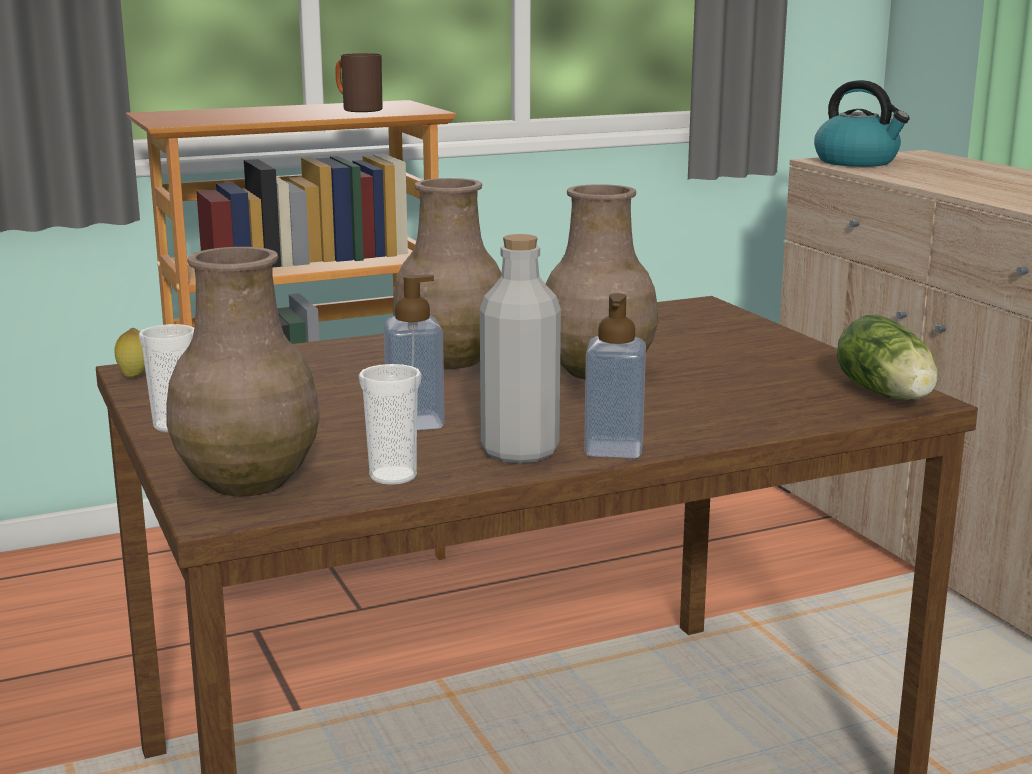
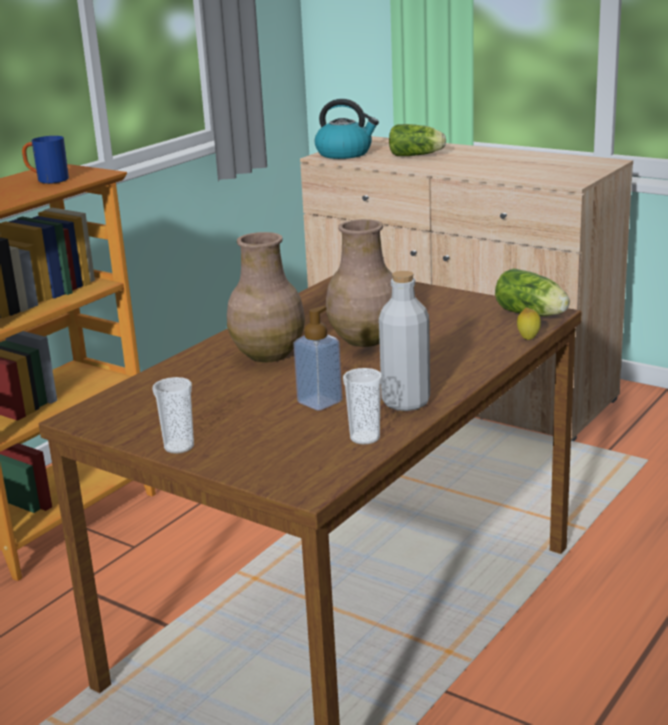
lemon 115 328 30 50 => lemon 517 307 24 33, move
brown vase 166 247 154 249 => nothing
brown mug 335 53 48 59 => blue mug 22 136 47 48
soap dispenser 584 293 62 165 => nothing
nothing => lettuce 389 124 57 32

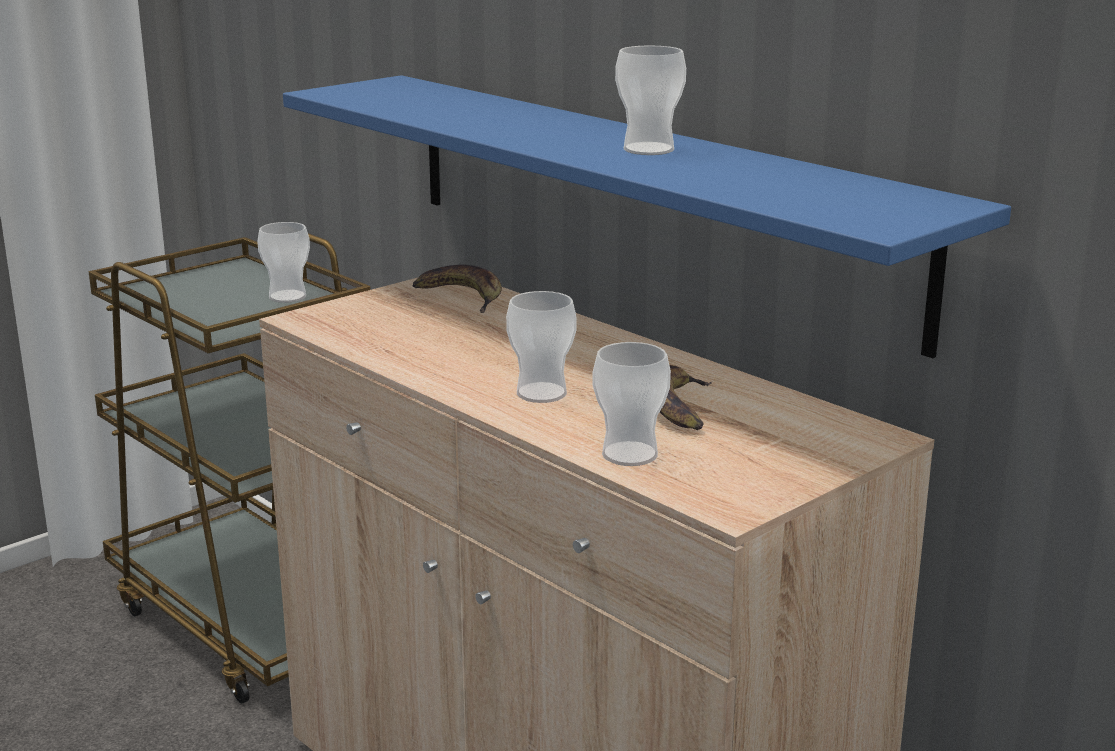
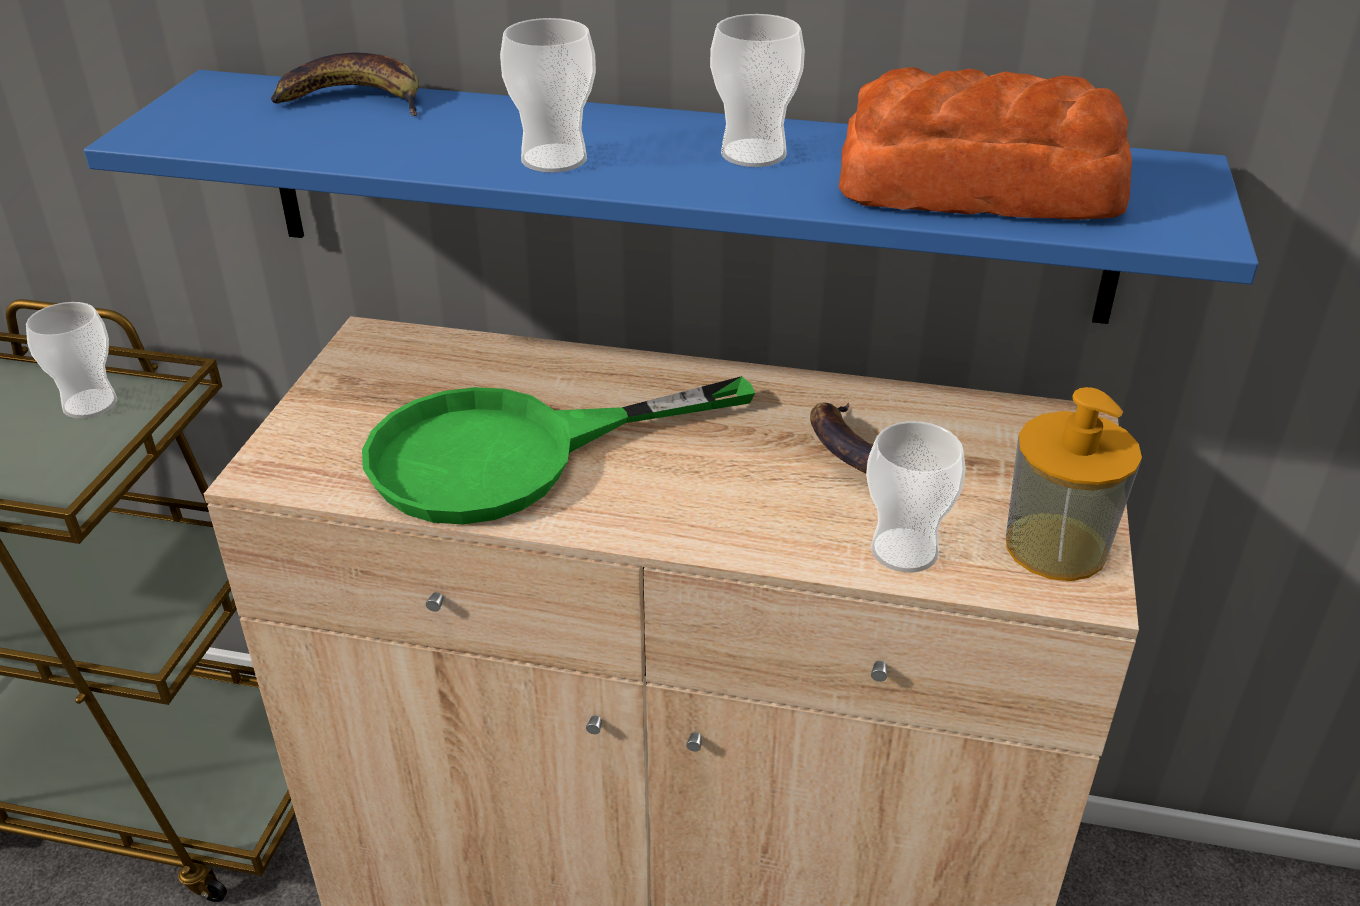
banana 412 265 90 48 => banana 271 52 148 64, move
cup 506 291 71 112 => cup 500 18 96 155, move
nothing => green frying pan 362 376 393 148
nothing => bread 839 67 293 153
nothing => soap dispenser 1006 387 136 194

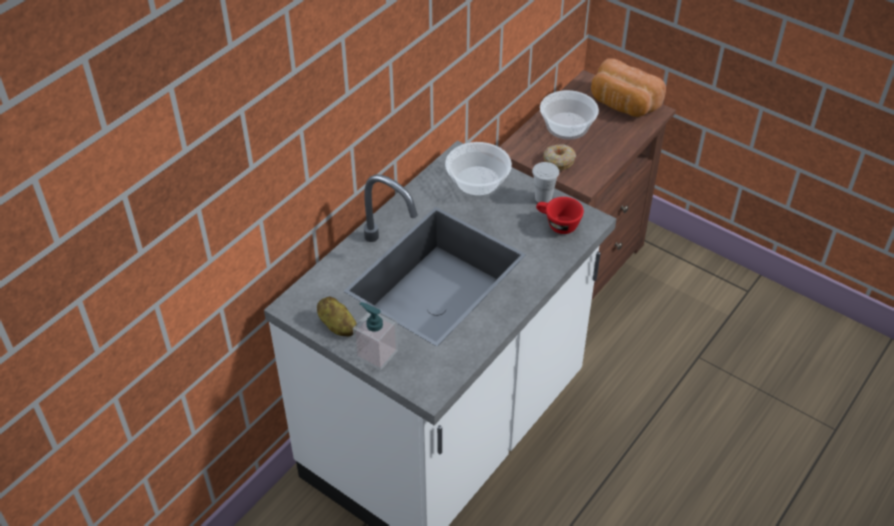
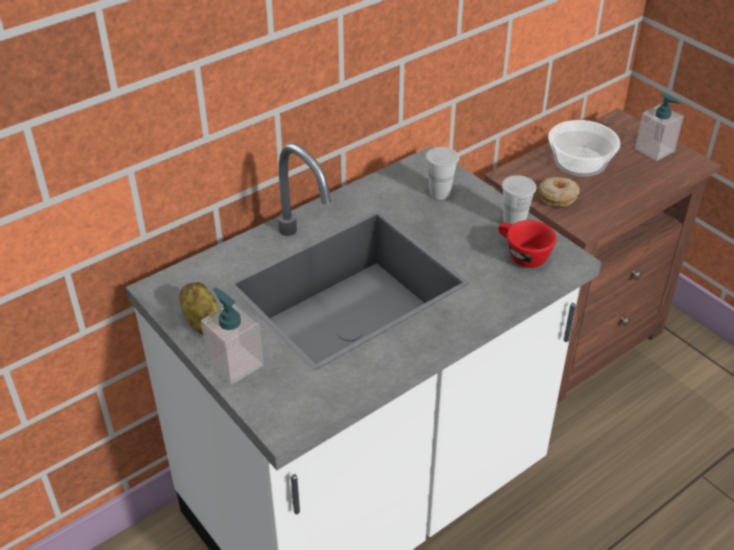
bowl 445 142 67 57 => white cup 426 147 33 53
bread 591 58 75 59 => soap dispenser 635 93 49 68

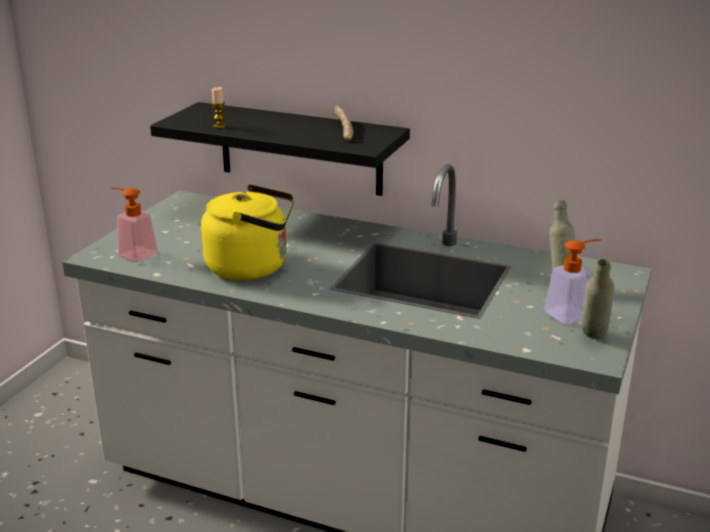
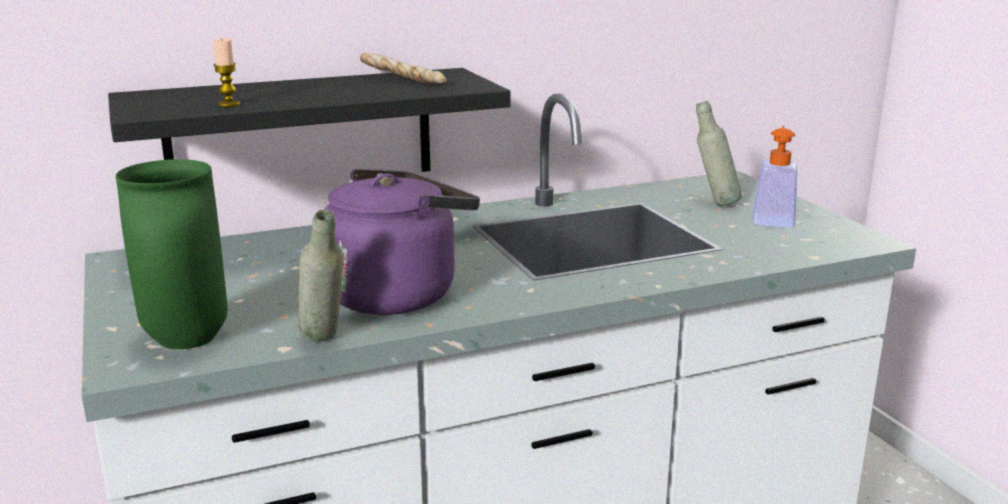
soap dispenser 110 187 48 76 => green vase 116 159 112 190
yellow kettle 201 184 93 96 => purple kettle 324 169 156 146
grey bottle 582 259 33 79 => grey bottle 298 210 46 132, move

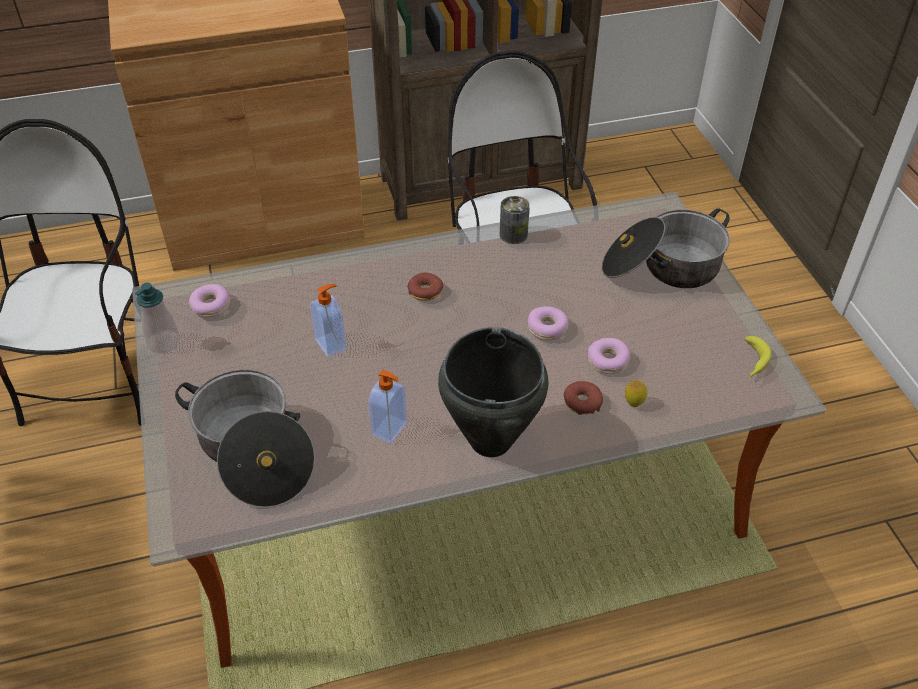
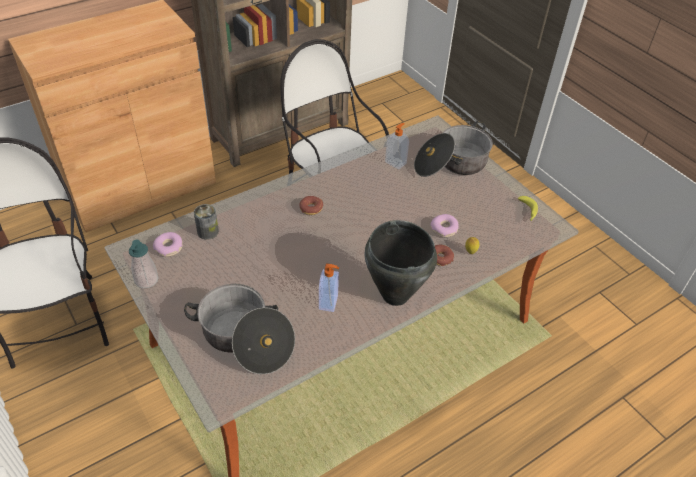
soap dispenser 310 284 37 73 => soap dispenser 385 123 24 47, move
can 500 196 30 48 => can 194 204 25 36, move
donut 528 306 41 34 => nothing

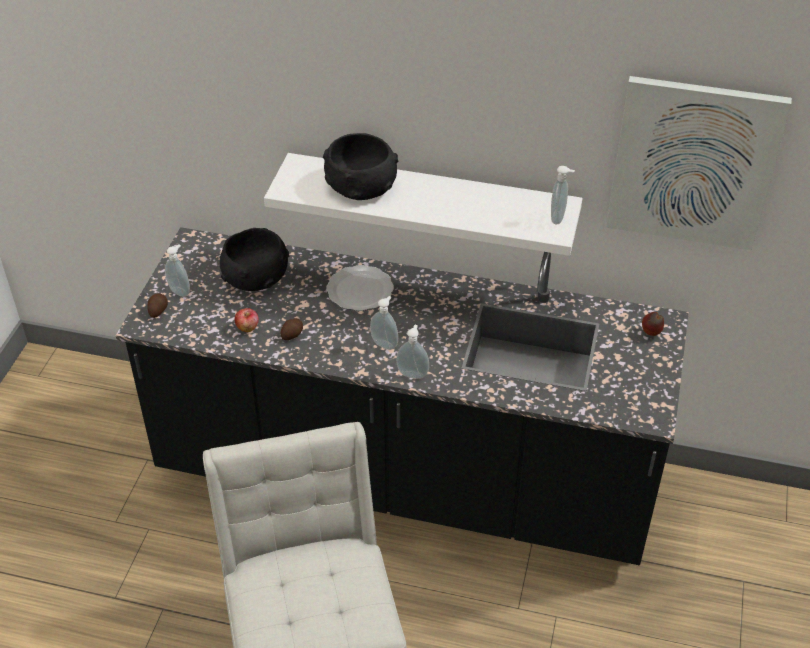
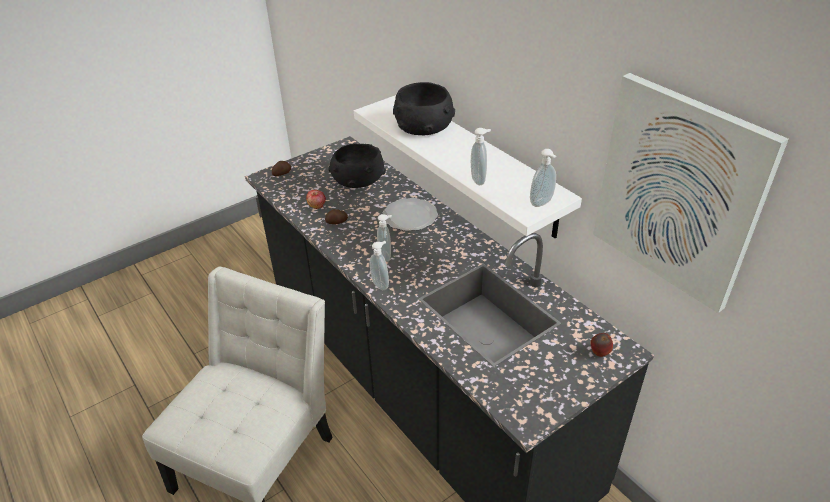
soap dispenser 165 244 25 53 => soap dispenser 471 128 20 57, move

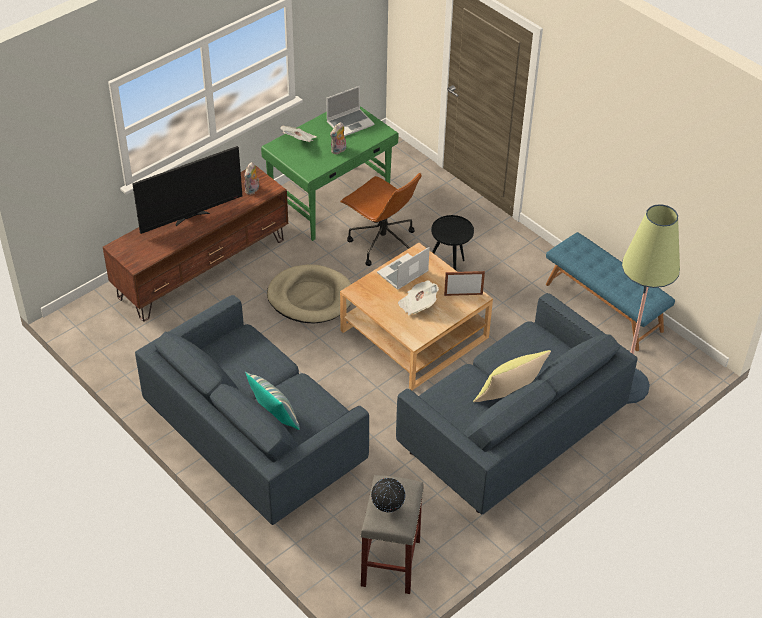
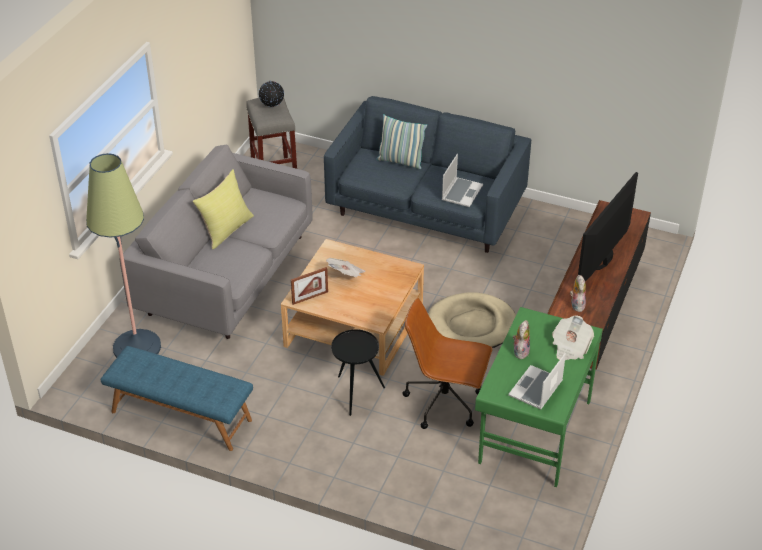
laptop 377 247 53 43 => laptop 442 154 41 53, move
blue sofa 396 293 242 222 => grey sofa 119 145 194 194

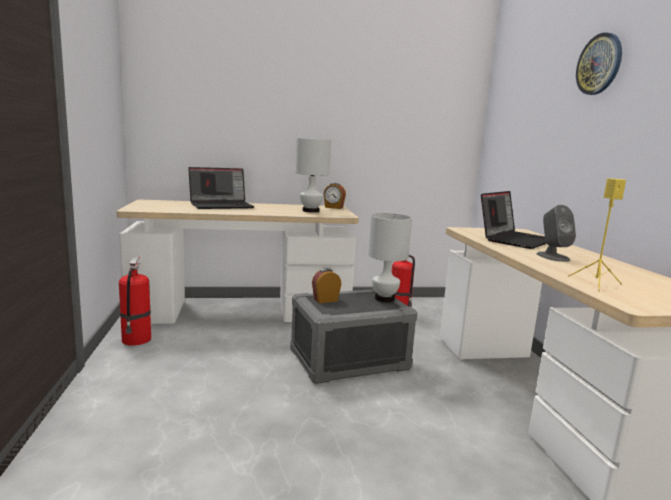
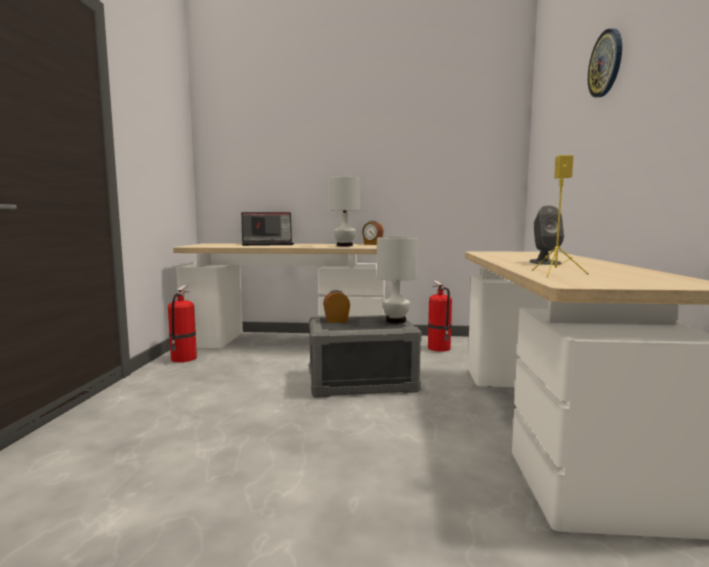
laptop 481 191 66 58 => nothing

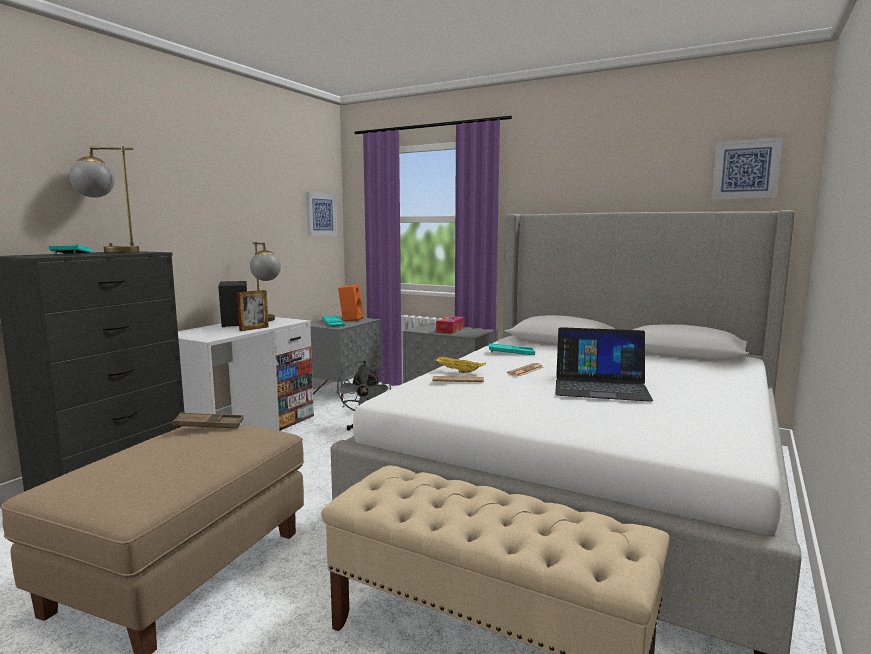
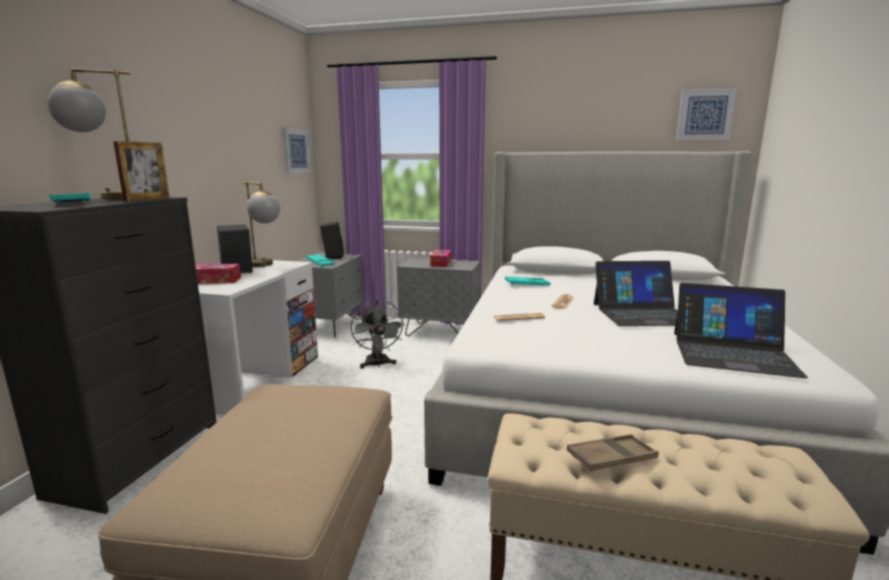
brown tray 172 412 72 16 => brown tray 567 434 92 37, move
picture frame 237 290 32 41 => picture frame 113 141 57 60, move
orange speaker 338 284 26 37 => black speaker 320 222 24 37
yellow tray 433 356 53 17 => nothing
nothing => tissue box 195 264 46 20
nothing => laptop 674 283 134 95

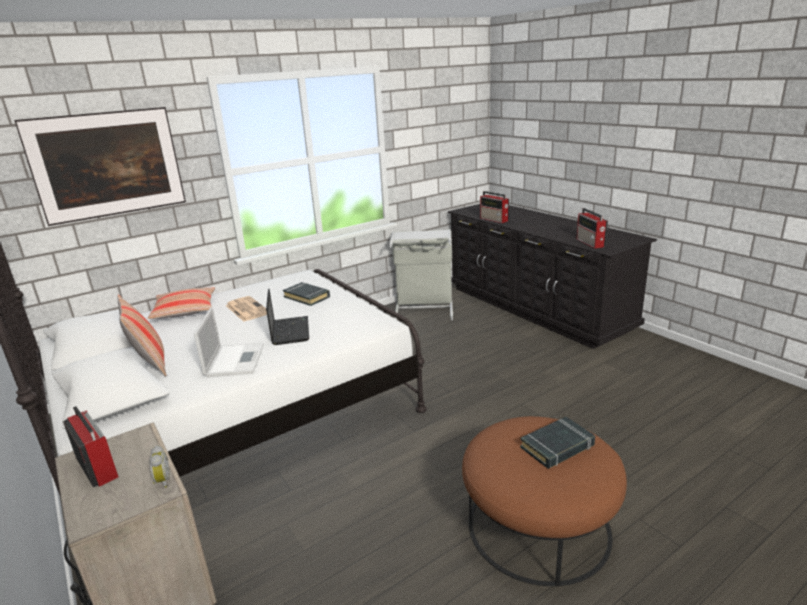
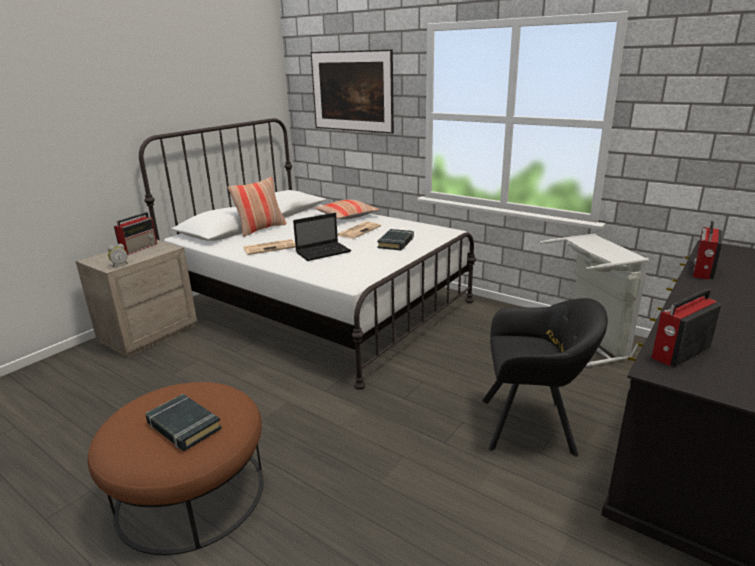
laptop 194 307 70 70 => newspaper 244 239 52 16
nothing => black armchair 482 298 126 158

